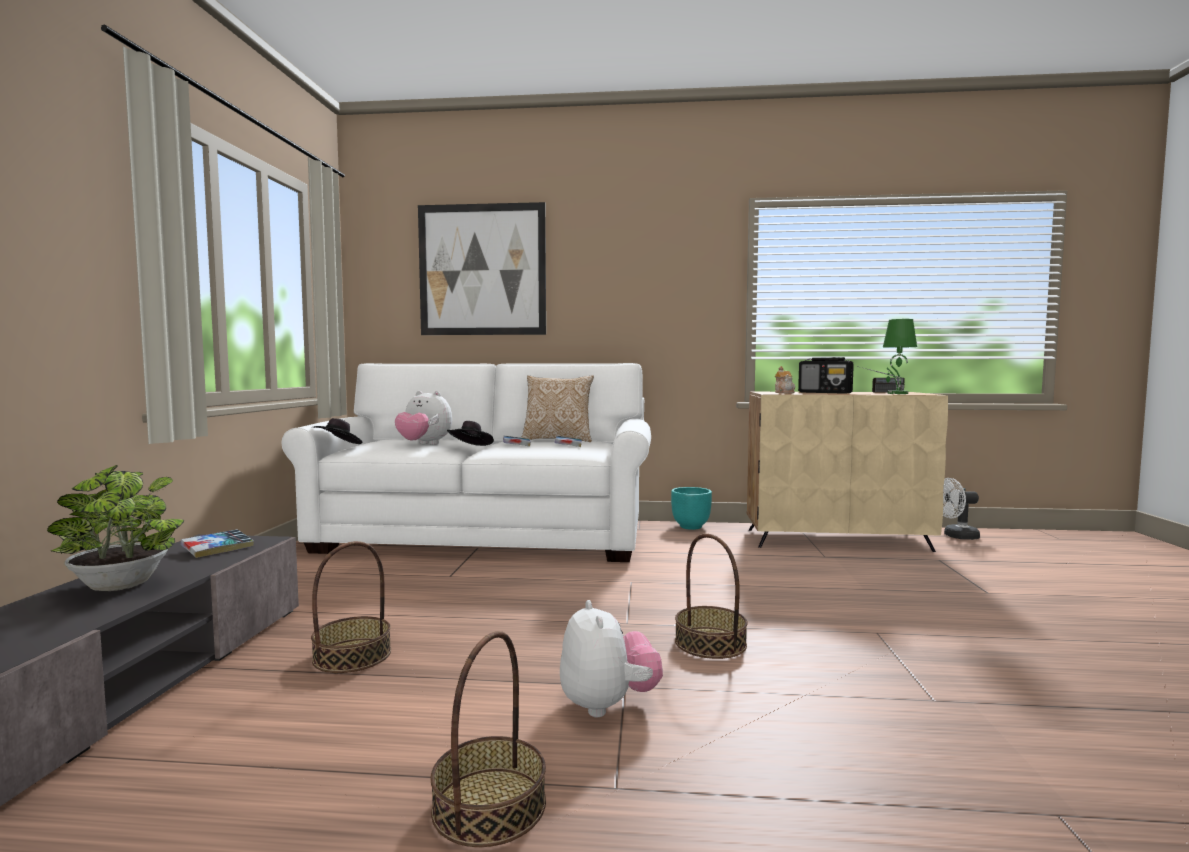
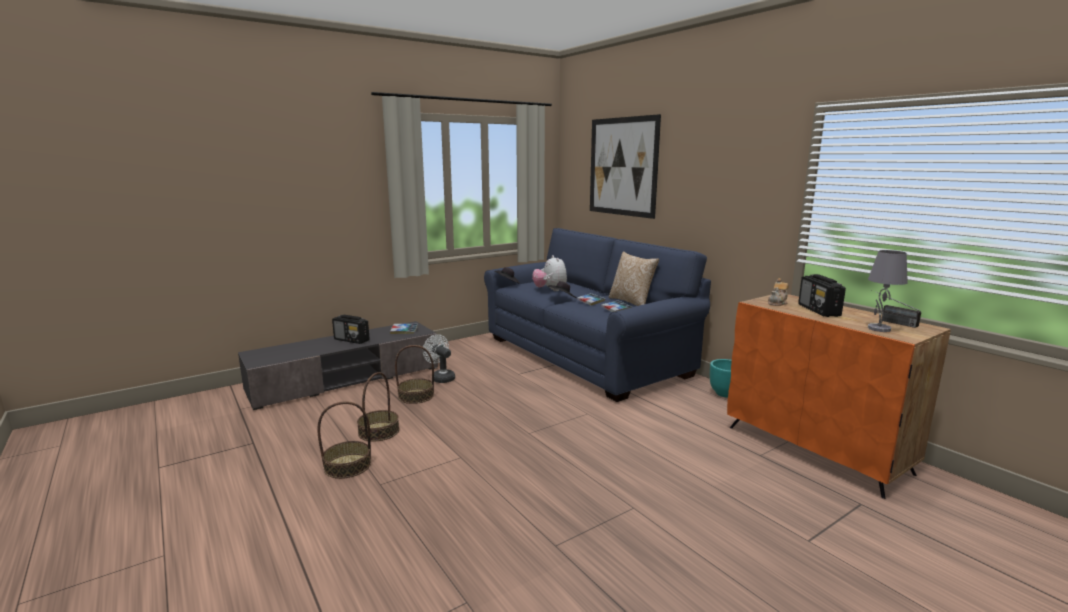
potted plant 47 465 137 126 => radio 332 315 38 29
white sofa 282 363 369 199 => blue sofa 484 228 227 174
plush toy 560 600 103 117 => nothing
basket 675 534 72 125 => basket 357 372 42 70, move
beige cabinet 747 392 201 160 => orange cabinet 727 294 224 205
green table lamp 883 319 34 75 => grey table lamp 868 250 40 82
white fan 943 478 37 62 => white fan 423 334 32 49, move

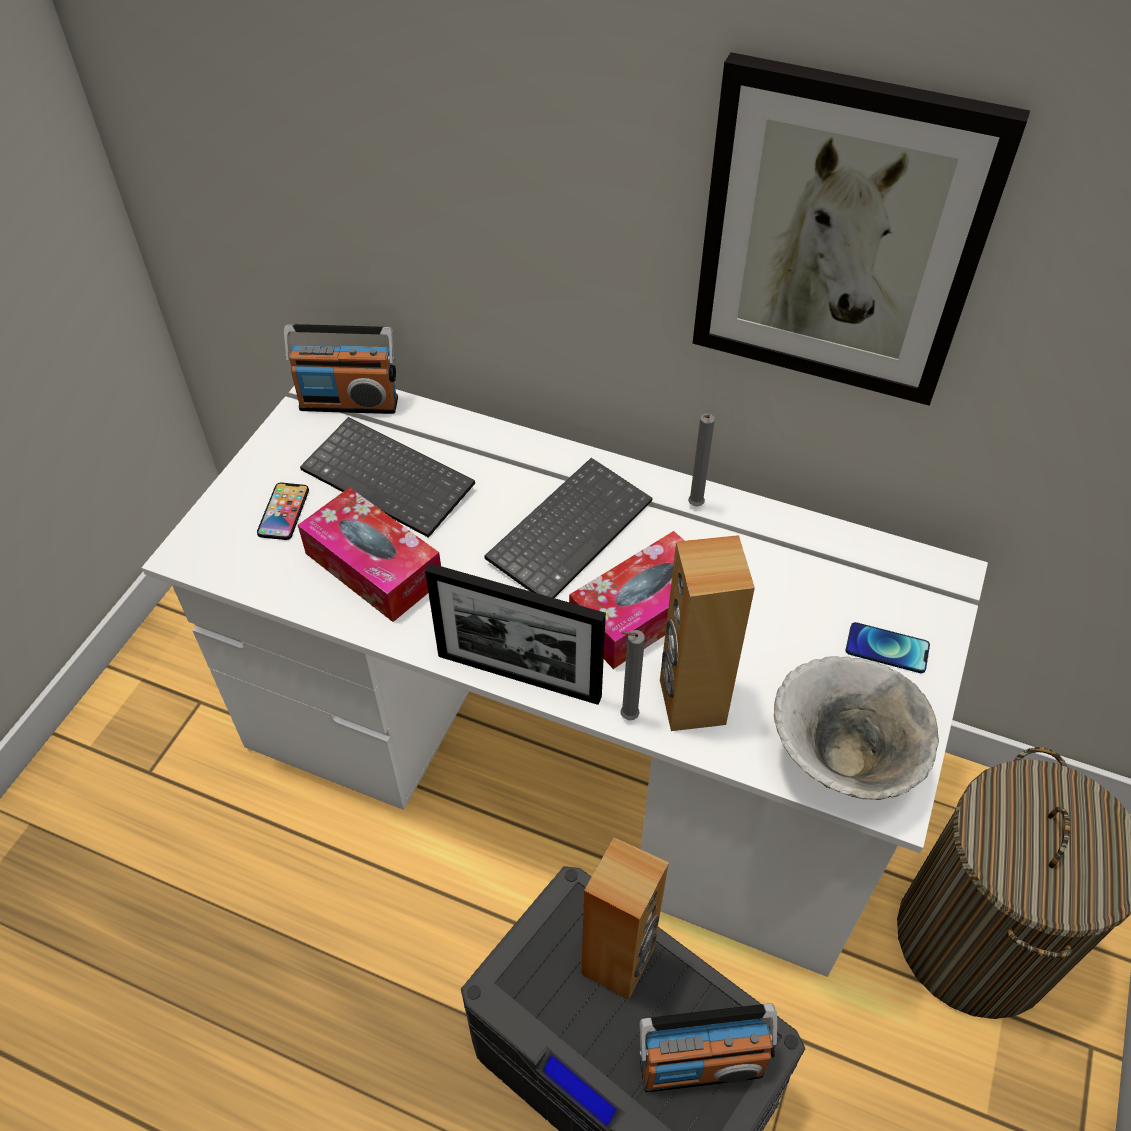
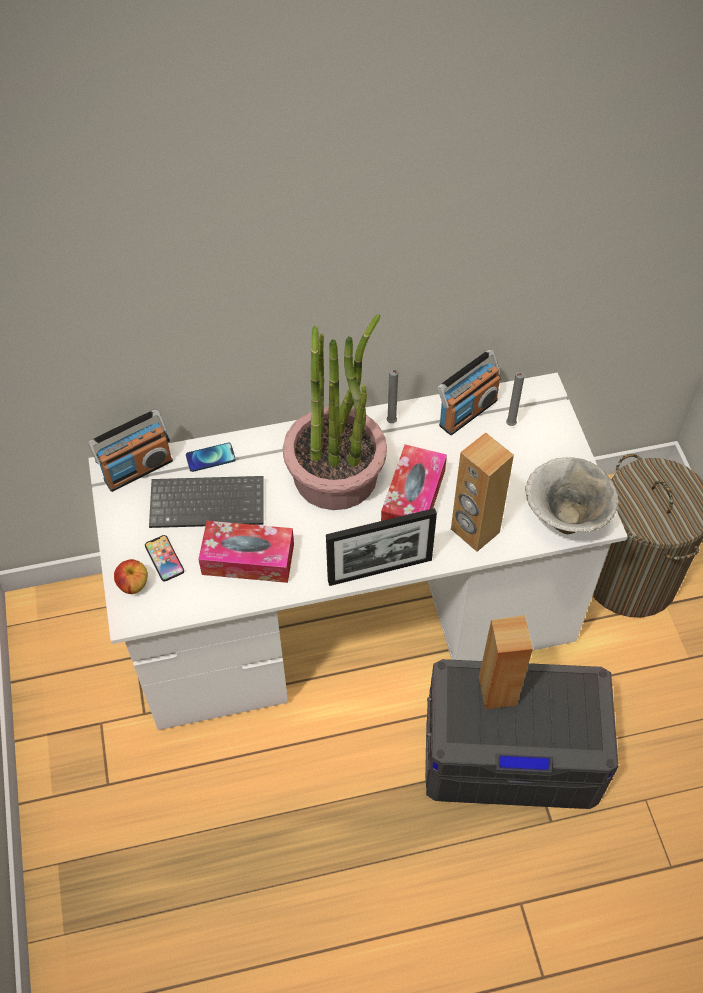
keyboard 484 458 169 140 => potted plant 283 314 104 196
grey candle 620 630 25 90 => grey candle 506 372 19 54, move
radio 640 1003 137 89 => radio 438 350 62 85, move
picture 692 52 338 354 => nothing
phone 846 622 84 51 => phone 186 443 50 29, move
nothing => apple 114 559 34 35

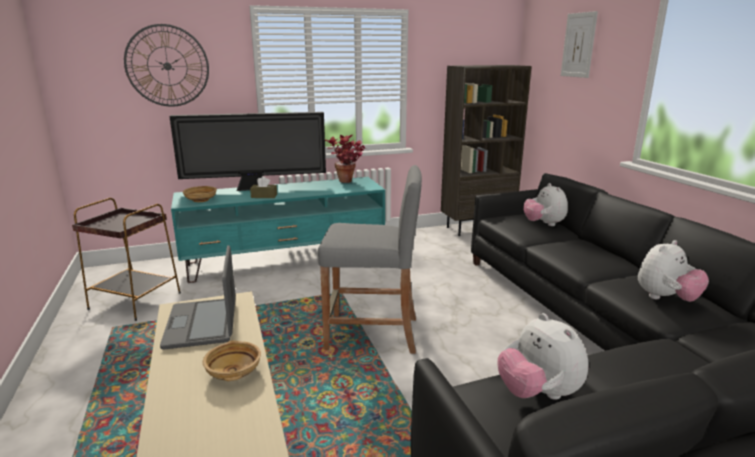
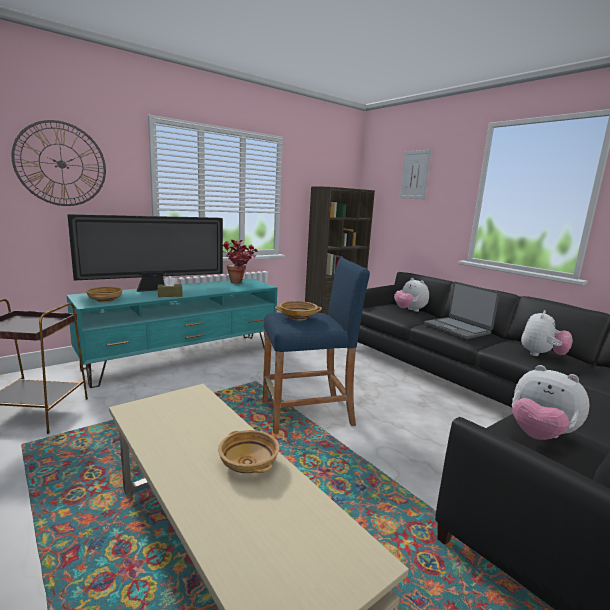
laptop 160 245 76 105 => laptop 424 282 76 57, move
grey stool 318 165 104 189 => blue stool 263 258 107 176
nothing => beige bowl 275 301 47 19

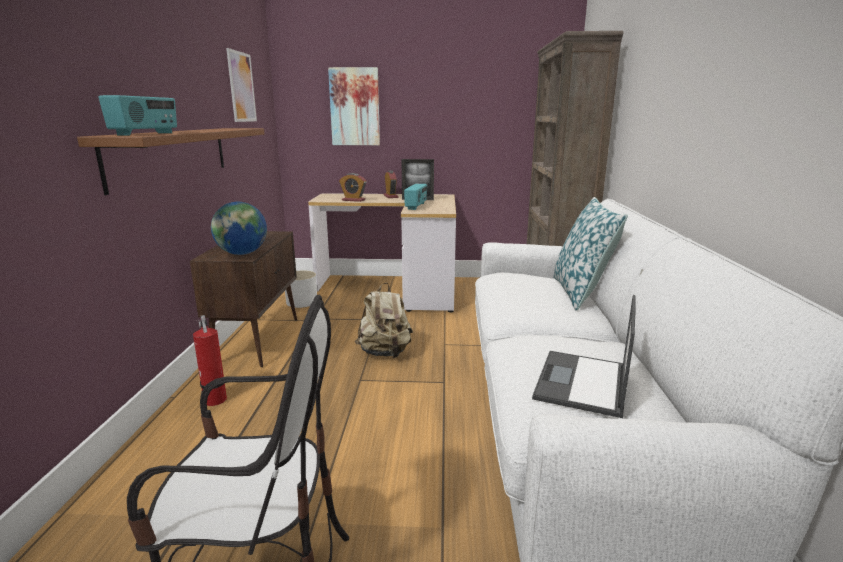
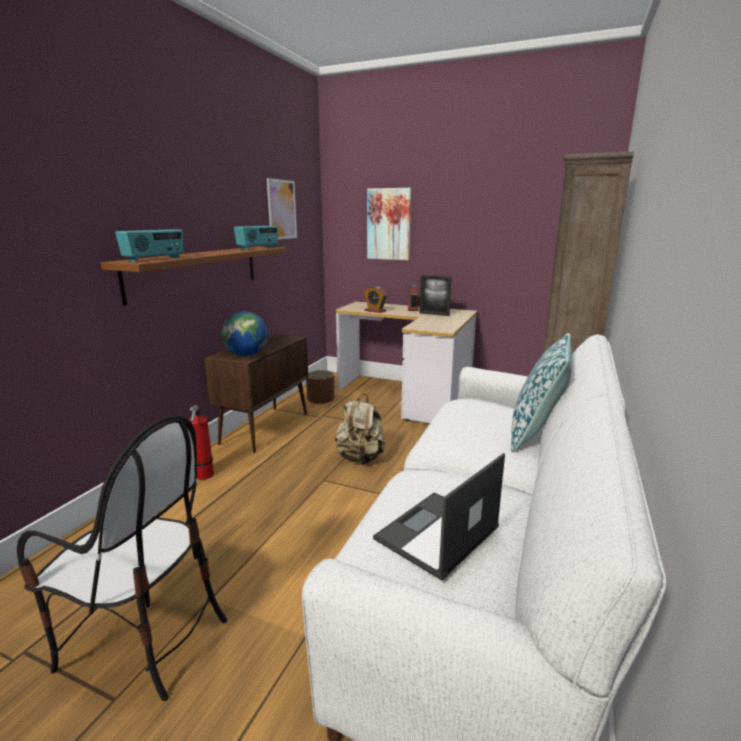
white planter 285 271 32 37 => brown planter 306 370 28 34
radio 404 184 23 26 => radio 234 226 44 24, move

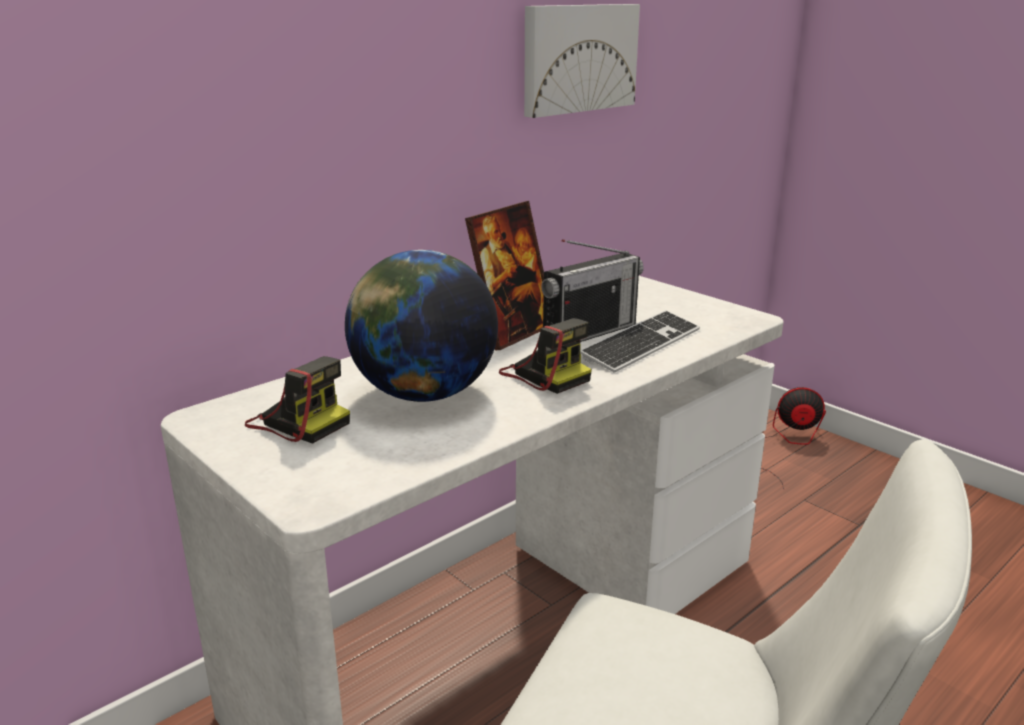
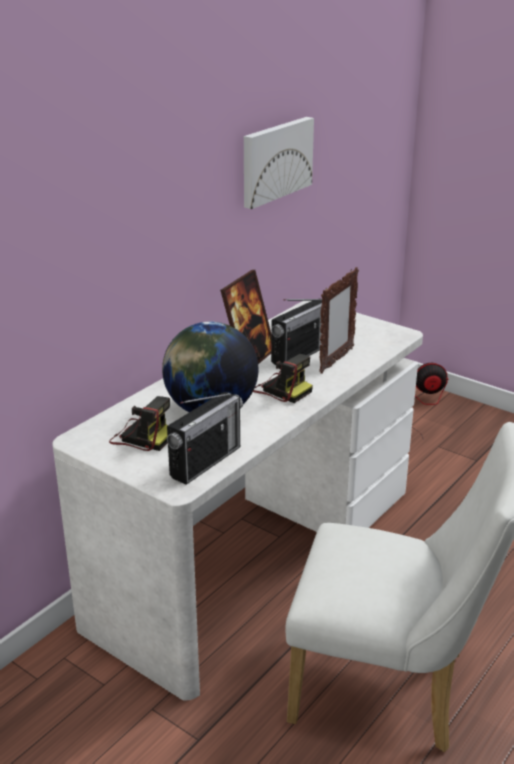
keyboard 580 310 120 63 => picture frame 319 267 40 107
nothing => radio 167 392 76 93

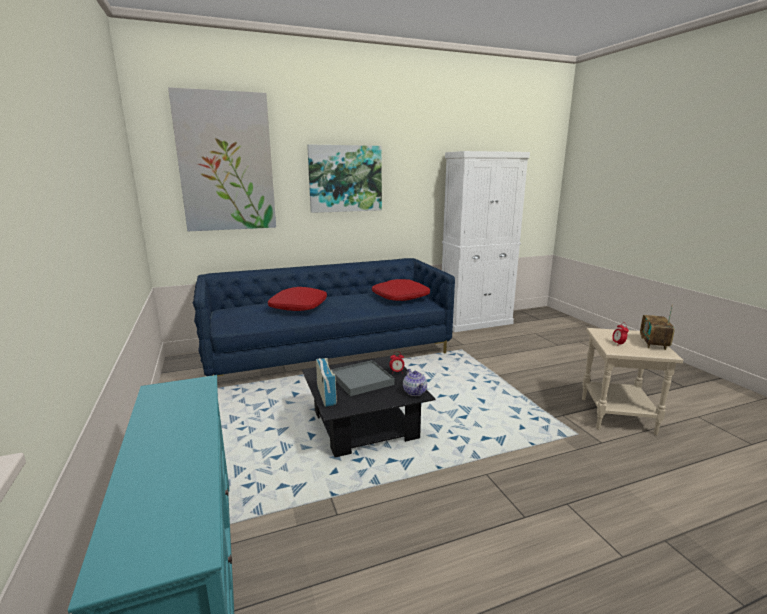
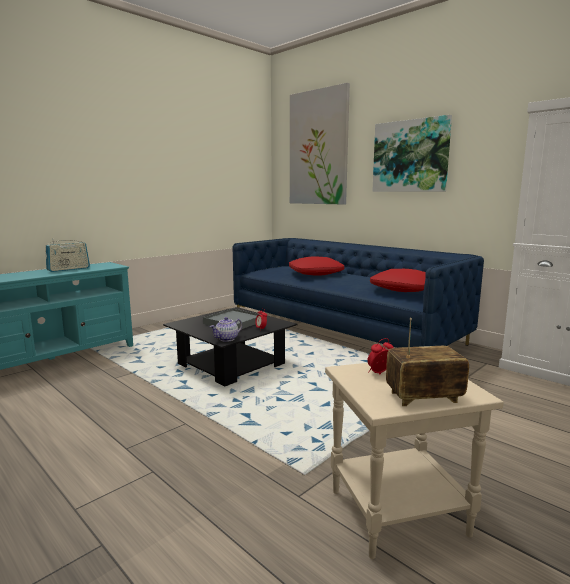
radio 316 358 21 49 => radio 45 238 45 34, move

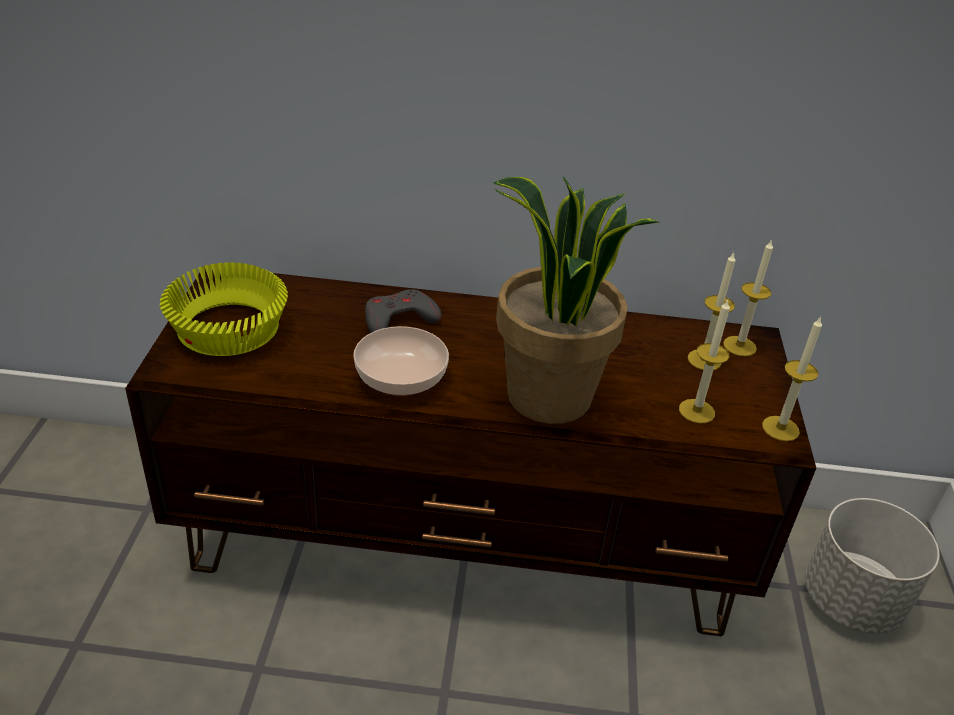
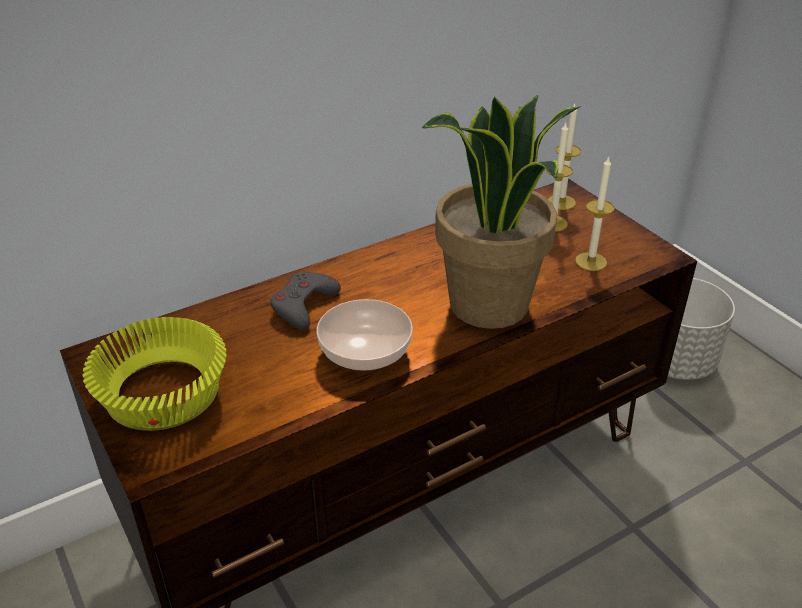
candle 762 316 60 125 => nothing

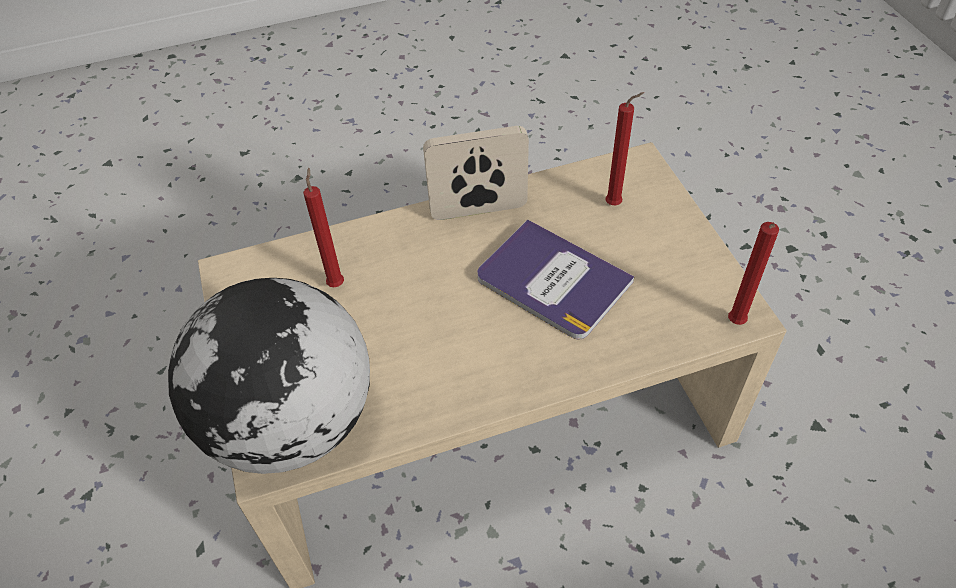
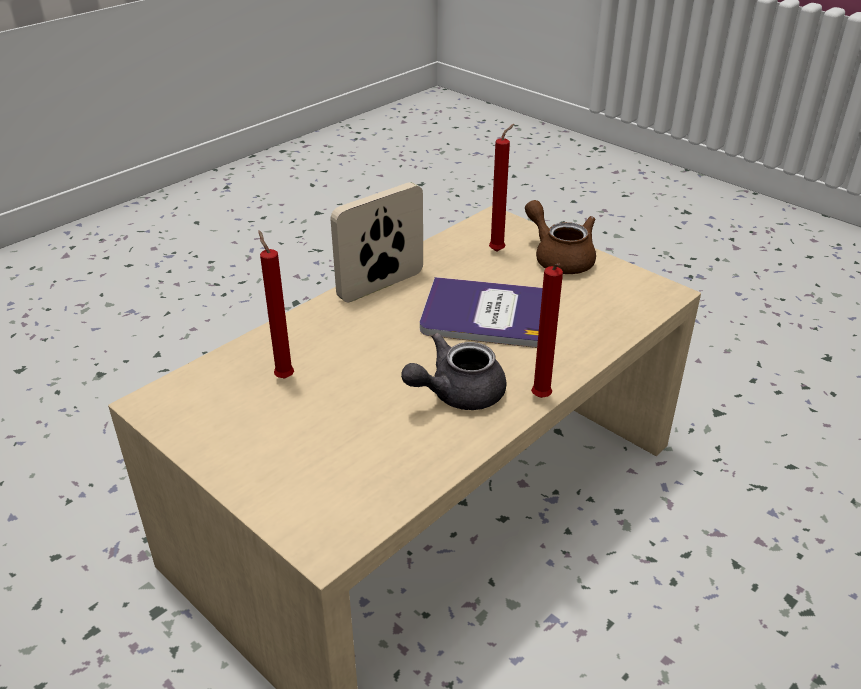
globe 168 278 202 196 => nothing
red candle 728 222 51 103 => red candle 531 263 32 135, move
nothing => grey teapot 401 333 105 77
nothing => brown teapot 525 200 71 74

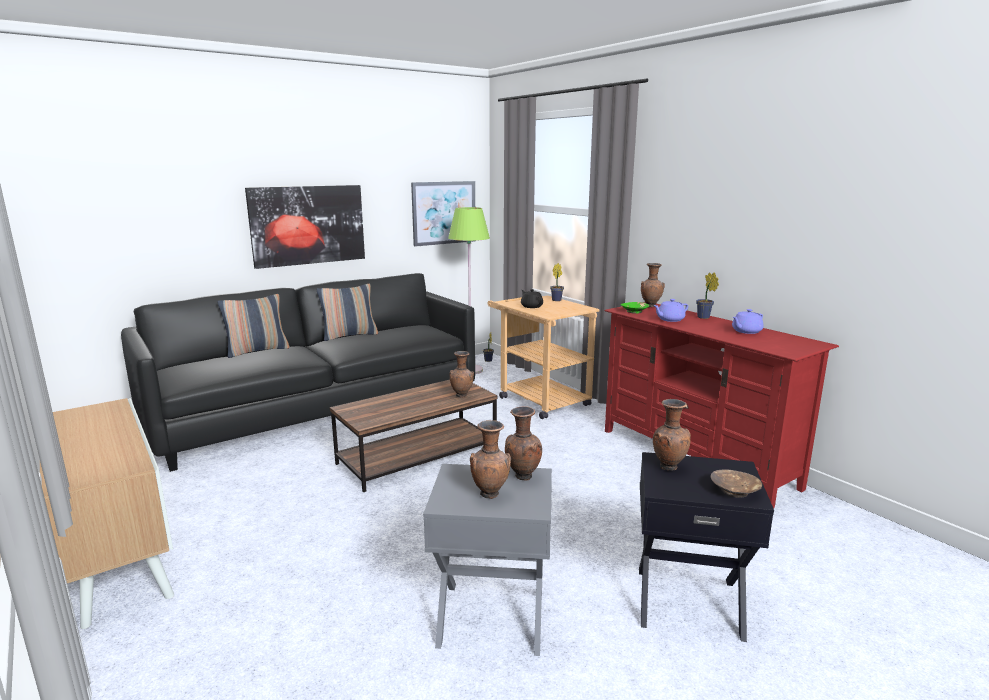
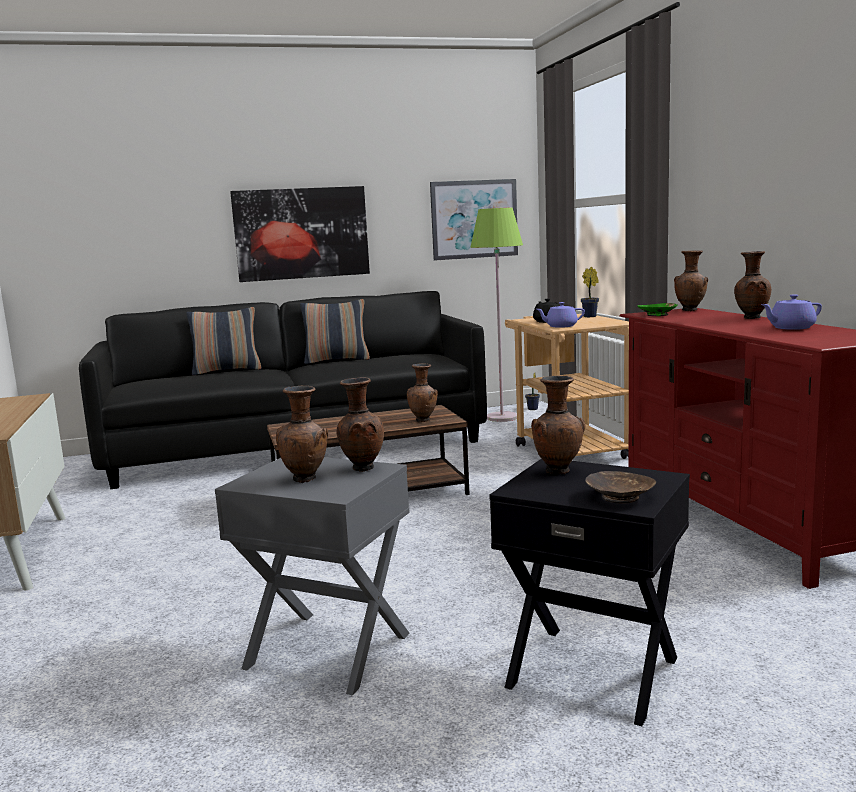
purple teapot 653 299 35 23 => purple teapot 536 302 49 26, move
potted plant 696 272 23 47 => brown vase 734 251 37 68

